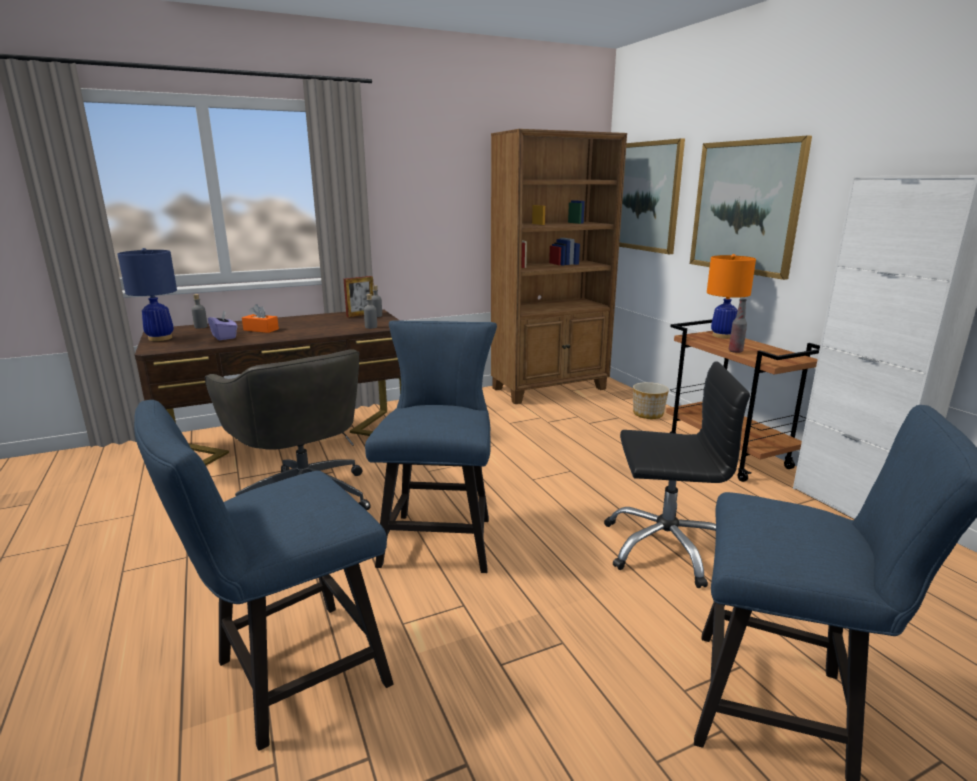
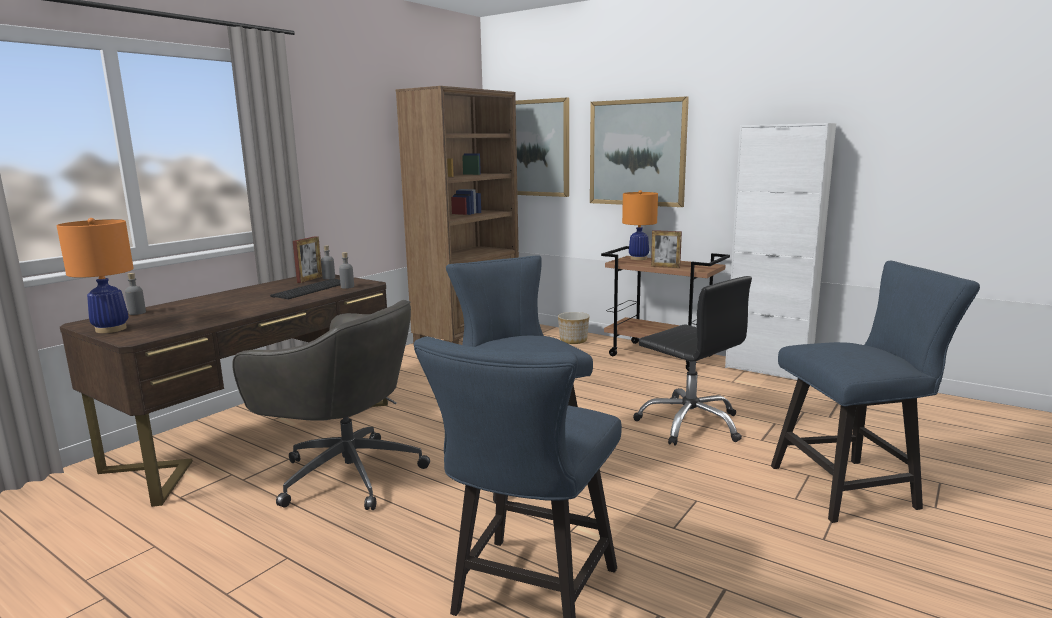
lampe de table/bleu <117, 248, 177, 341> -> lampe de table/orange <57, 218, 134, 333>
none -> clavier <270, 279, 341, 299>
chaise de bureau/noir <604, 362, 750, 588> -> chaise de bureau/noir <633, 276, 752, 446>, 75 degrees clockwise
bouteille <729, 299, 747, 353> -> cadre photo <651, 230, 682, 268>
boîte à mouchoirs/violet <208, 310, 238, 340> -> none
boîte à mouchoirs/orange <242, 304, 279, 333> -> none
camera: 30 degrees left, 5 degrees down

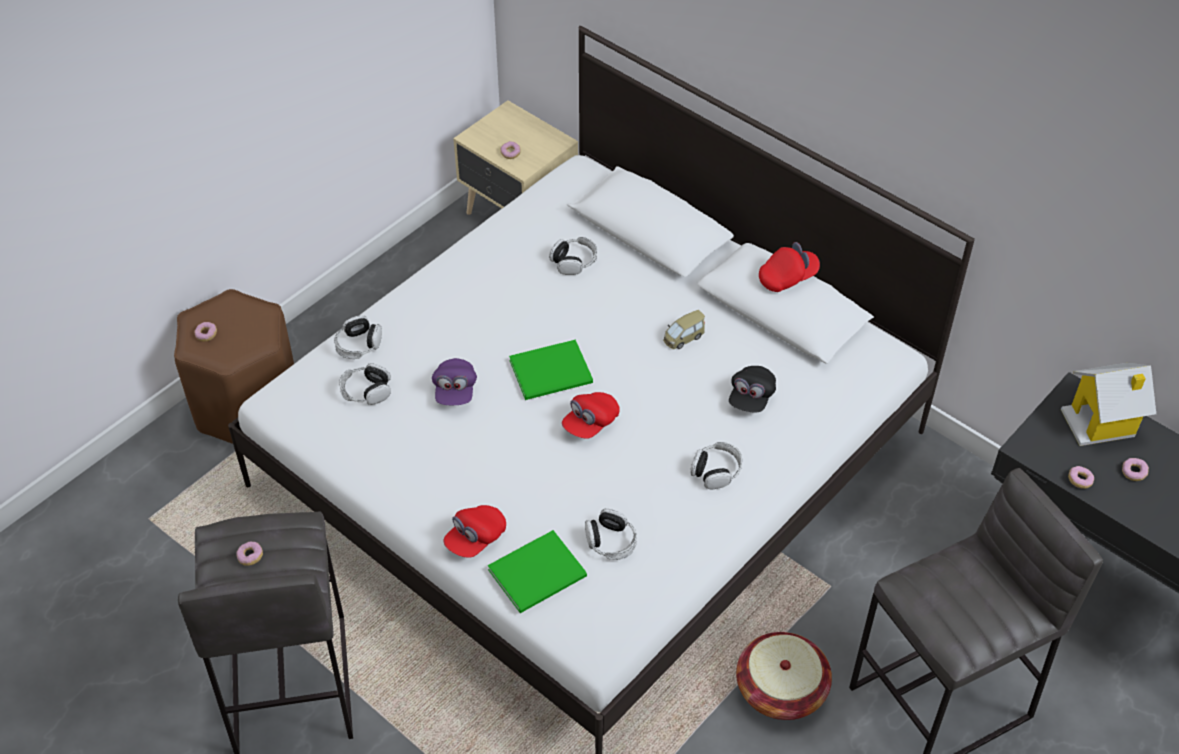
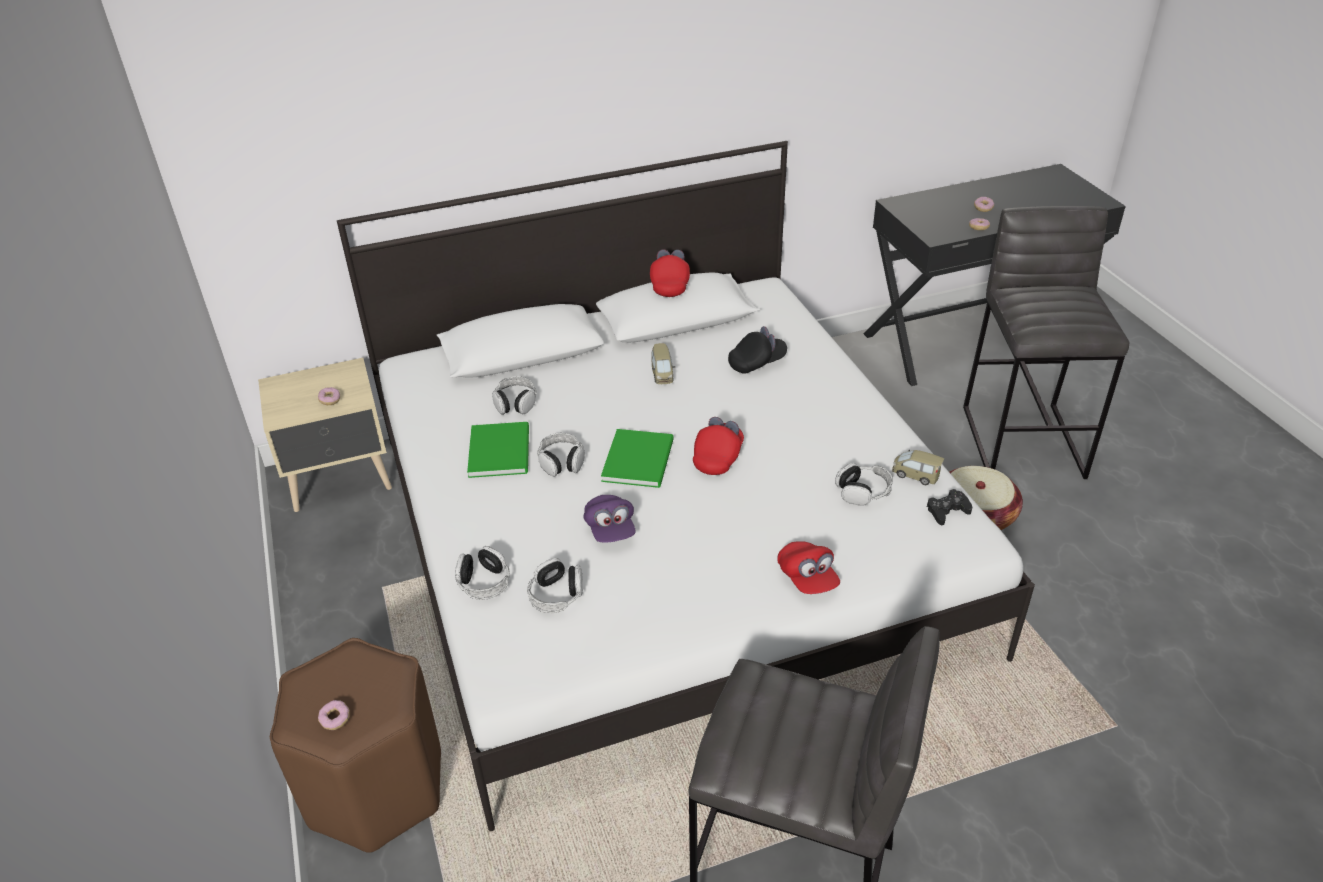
livre/vert <488, 530, 587, 613> -> livre/vert <467, 422, 529, 478>, move
casque audio <691, 442, 742, 489> -> casque audio <537, 433, 585, 477>, move
casquette/violet <432, 358, 477, 405> -> casquette/violet <584, 495, 636, 543>, 45 degrees clockwise
casquette/rouge <562, 392, 620, 439> -> casquette/rouge <693, 417, 744, 475>, 135 degrees counterclockwise
casquette/noir <729, 366, 776, 413> -> casquette/noir <728, 326, 787, 374>, 75 degrees counterclockwise
none -> petite voiture <892, 450, 944, 486>
none -> manette/noir <927, 489, 972, 525>
beignet <236, 541, 263, 566> -> none
maison miniature <1061, 363, 1156, 446> -> none
camera: 60 degrees left, 10 degrees down

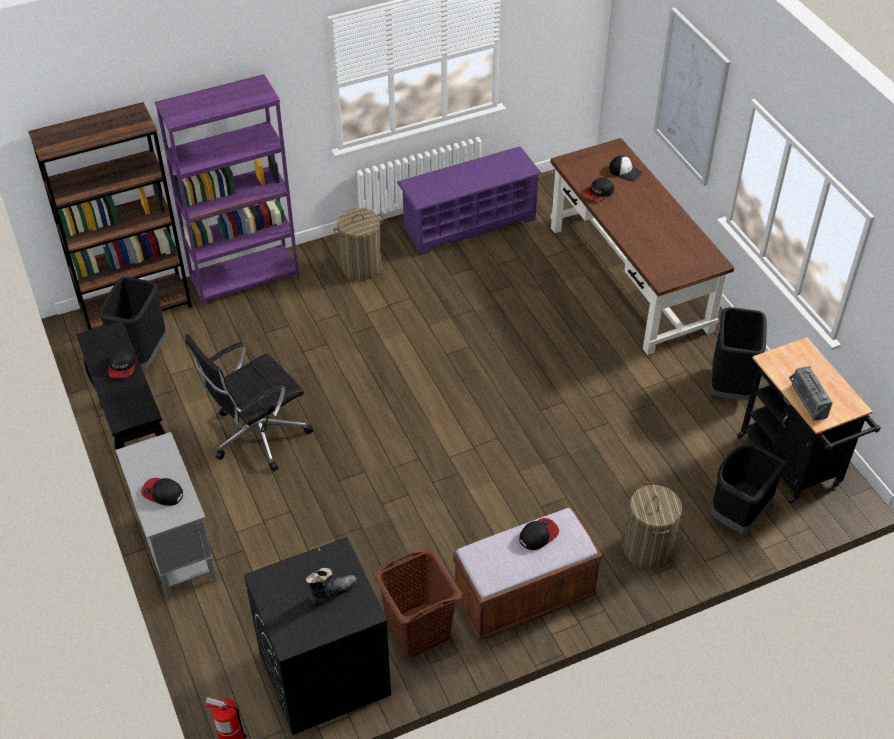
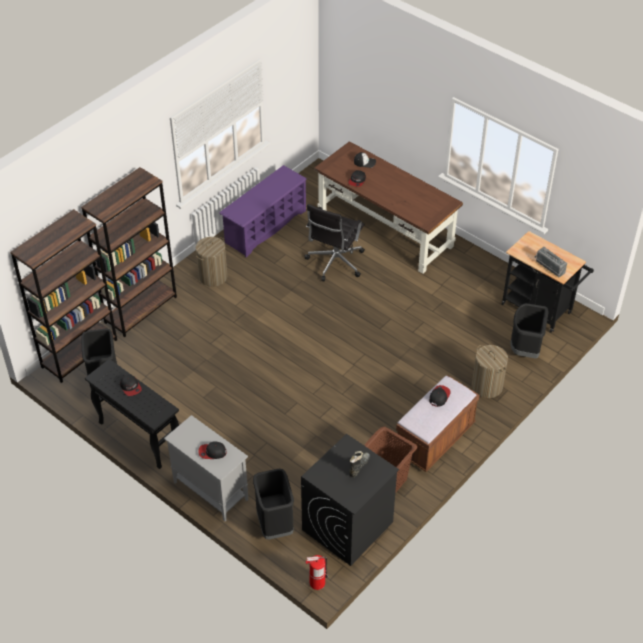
bibliothèque/violet <155, 74, 299, 307> -> bibliothèque/marron <81, 167, 177, 337>
poubelle/noir <711, 307, 767, 400> -> poubelle/noir <253, 469, 294, 540>, move
chaise de bureau/noir <185, 334, 313, 471> -> chaise de bureau/noir <305, 204, 365, 281>, move
tableau <653, 7, 731, 186> -> none
camera: 25 degrees left, 0 degrees up

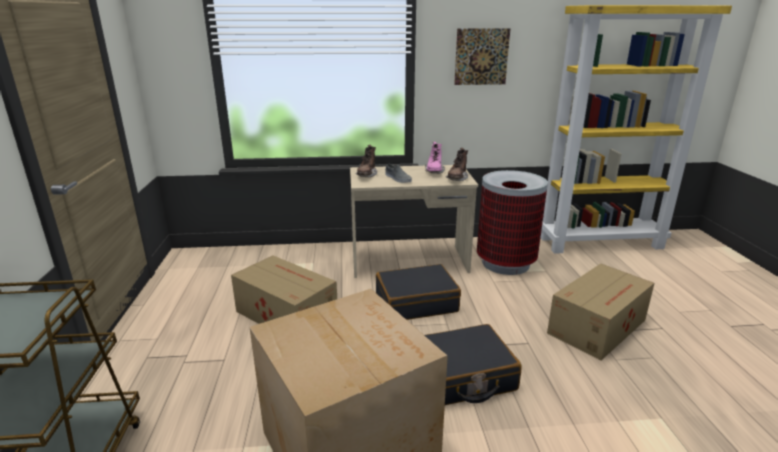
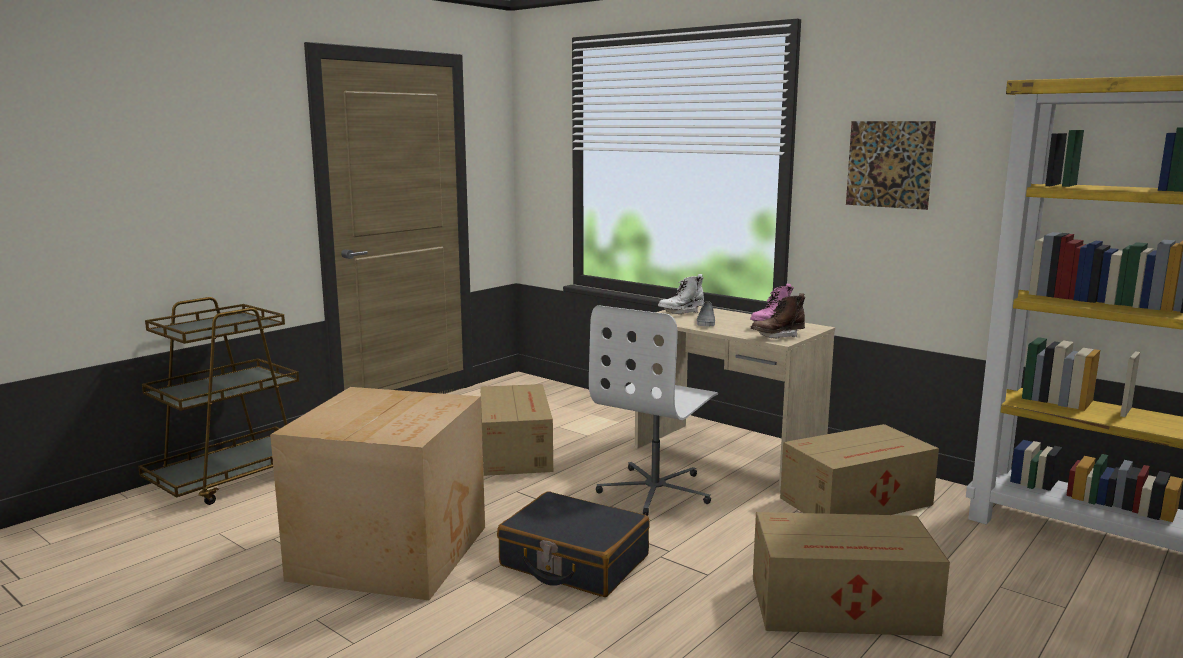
valise/noir <376, 264, 461, 320> -> chaise de bureau/blanc <589, 305, 718, 516>
botte/marron <355, 145, 377, 177> -> botte/blanc <658, 274, 704, 314>
poubelle <477, 170, 548, 275> -> carton <780, 424, 939, 515>
camera: 45 degrees right, 10 degrees down

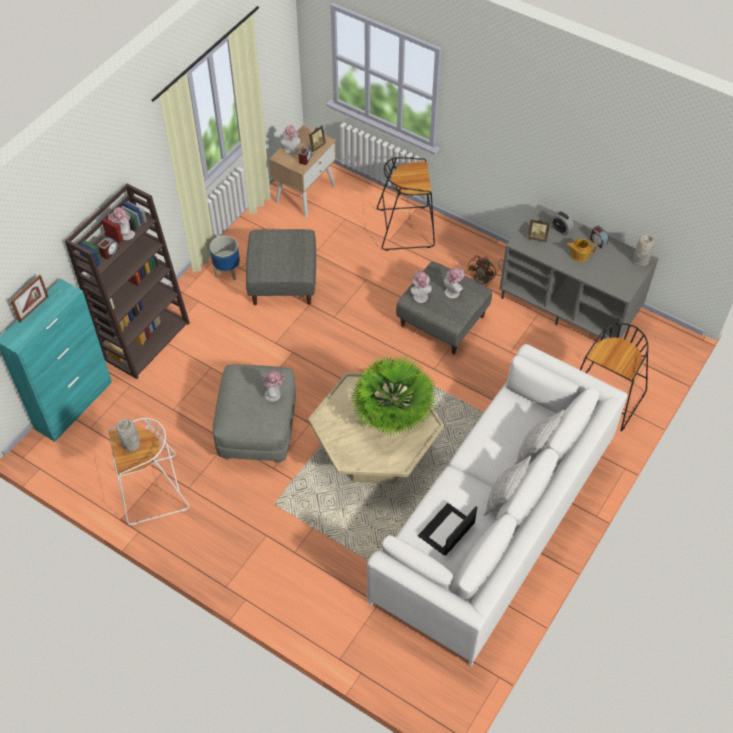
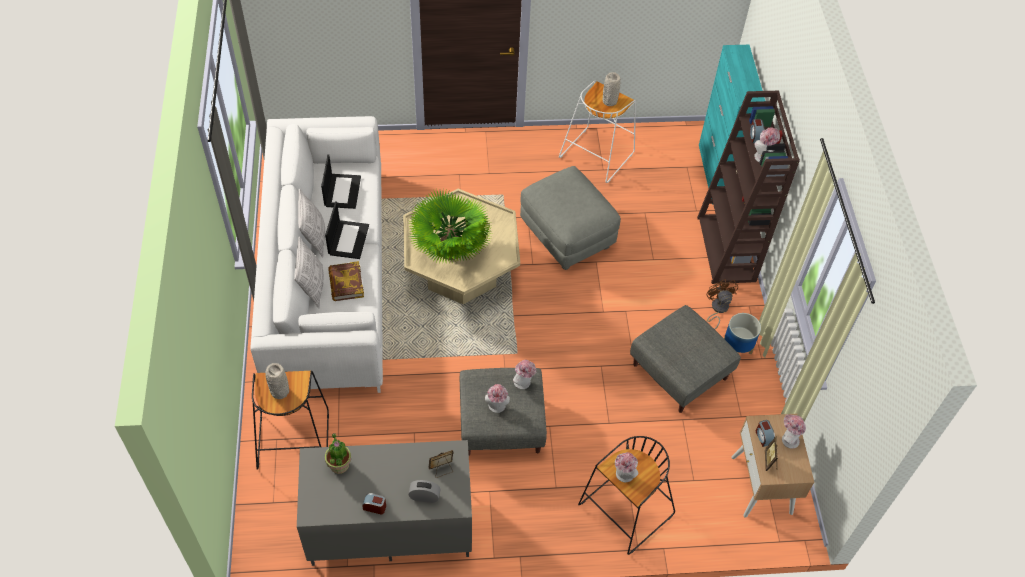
vase/gris <633, 234, 655, 266> -> vase/gris <265, 363, 289, 399>, move
none -> ordinateur portable <325, 201, 369, 259>
none -> plante en pot <325, 433, 351, 474>
none -> livre <328, 261, 364, 301>
chapeau <263, 371, 284, 402> -> chapeau <615, 452, 638, 482>, move
ventilateur/marron <467, 256, 504, 285> -> ventilateur/marron <707, 279, 738, 329>, move
cadre photo <11, 275, 49, 322> -> none
théière <567, 239, 597, 262> -> none
camera: 140 degrees right, 0 degrees up

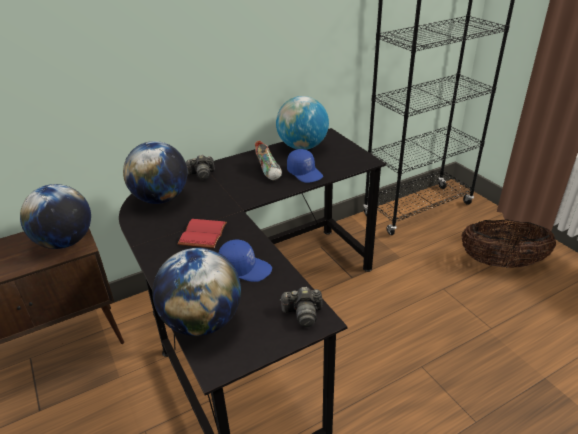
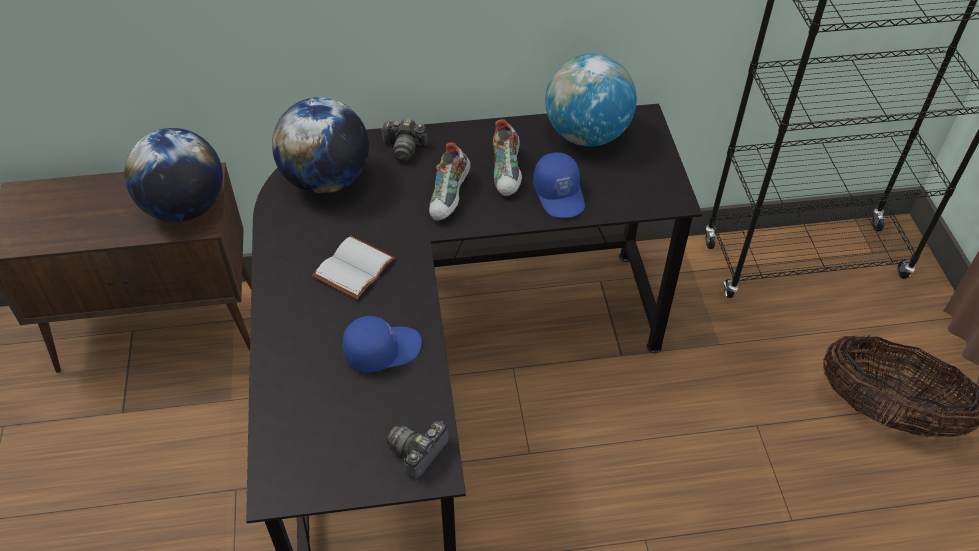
livre/rouge <178, 219, 227, 248> -> livre/blanc <312, 236, 395, 300>
casquette/bleu <219, 240, 272, 282> -> casquette/bleu <342, 316, 422, 373>, 60 degrees counterclockwise
appareil photo <280, 287, 322, 327> -> appareil photo <386, 421, 449, 480>, 105 degrees clockwise
none -> chaussure <429, 143, 471, 221>
globe <152, 248, 241, 336> -> none
camera: 20 degrees right, 15 degrees up

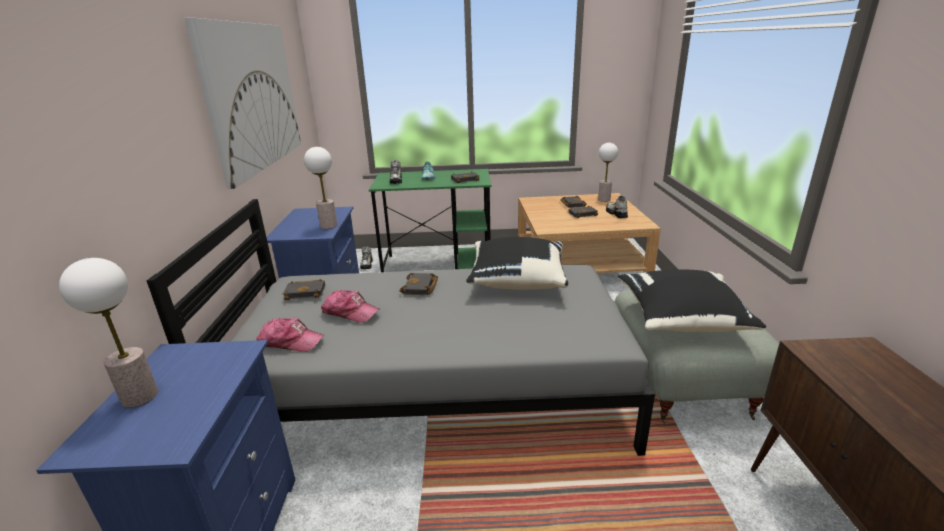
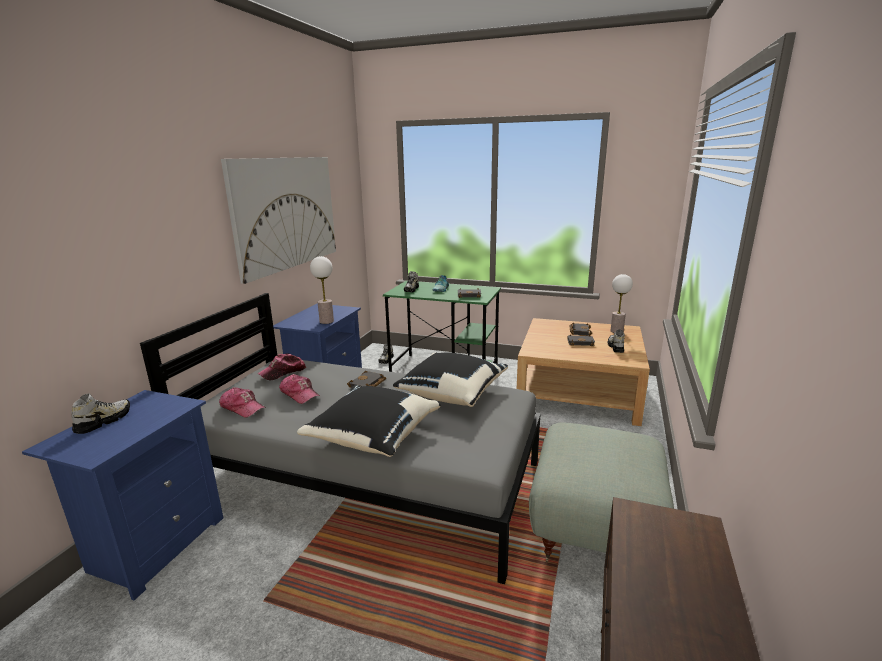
lampe de table <59, 258, 158, 408> -> chaussure <71, 393, 130, 434>
livre/noir <283, 279, 325, 300> -> casquette <258, 354, 306, 380>
coussin/noir <618, 269, 766, 333> -> coussin/noir <297, 385, 440, 457>, move
camera: 20 degrees right, 5 degrees down

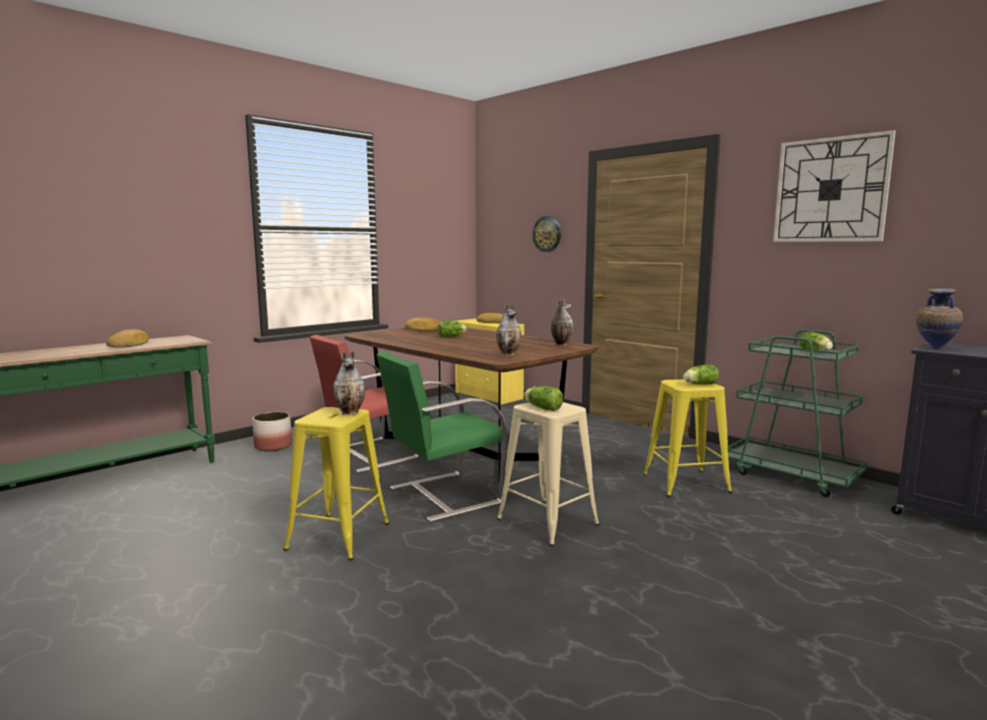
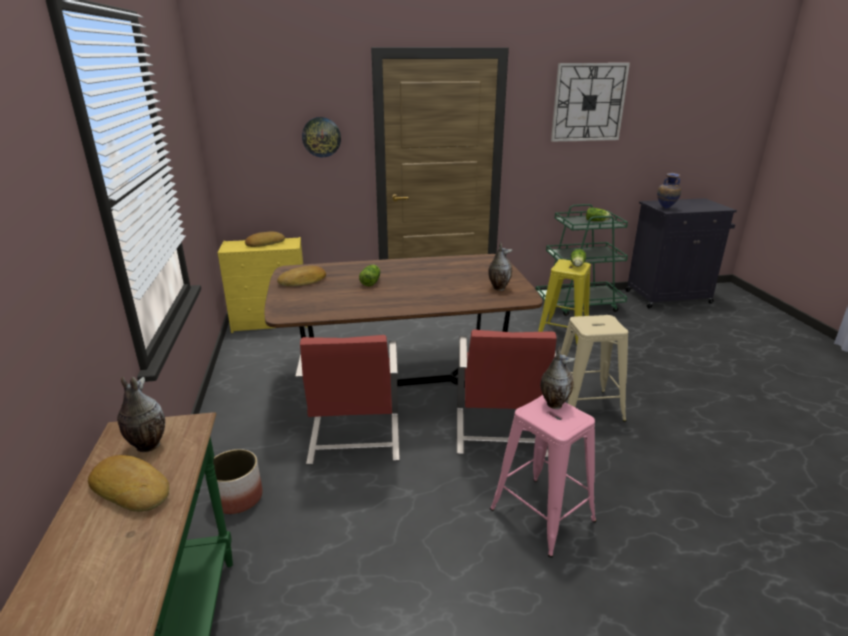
vase <551, 298, 573, 345> -> vase <117, 377, 165, 452>, move
chaise/vert <376, 351, 508, 522> -> chaise/rouge <457, 330, 557, 458>
tabouret/jaune <283, 407, 389, 560> -> tabouret/rose <490, 395, 596, 558>
laitue <524, 386, 563, 411> -> none
camera: 55 degrees left, 15 degrees up

